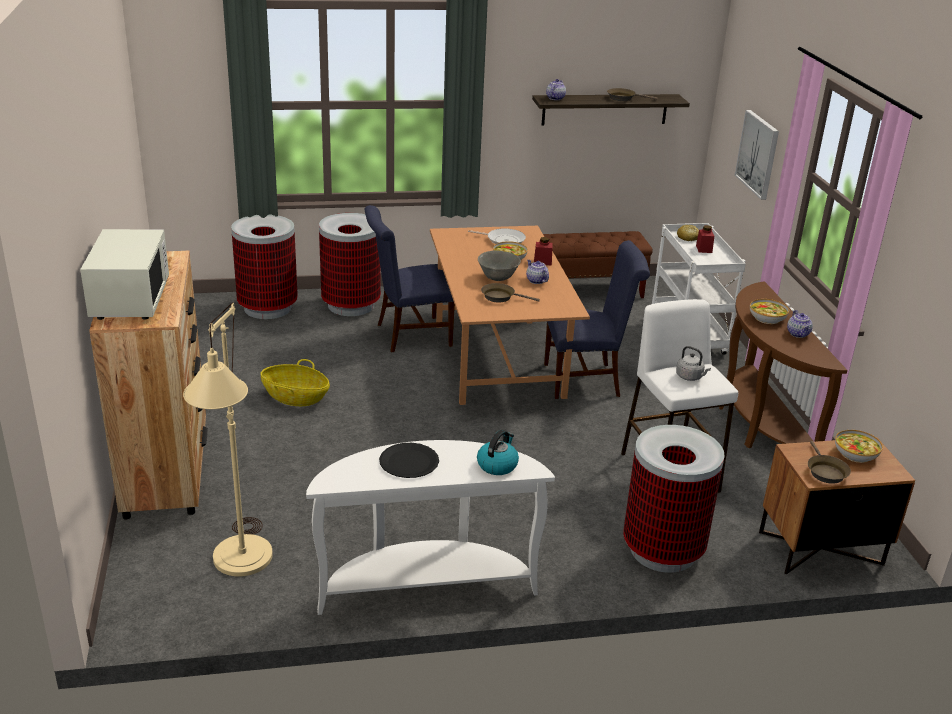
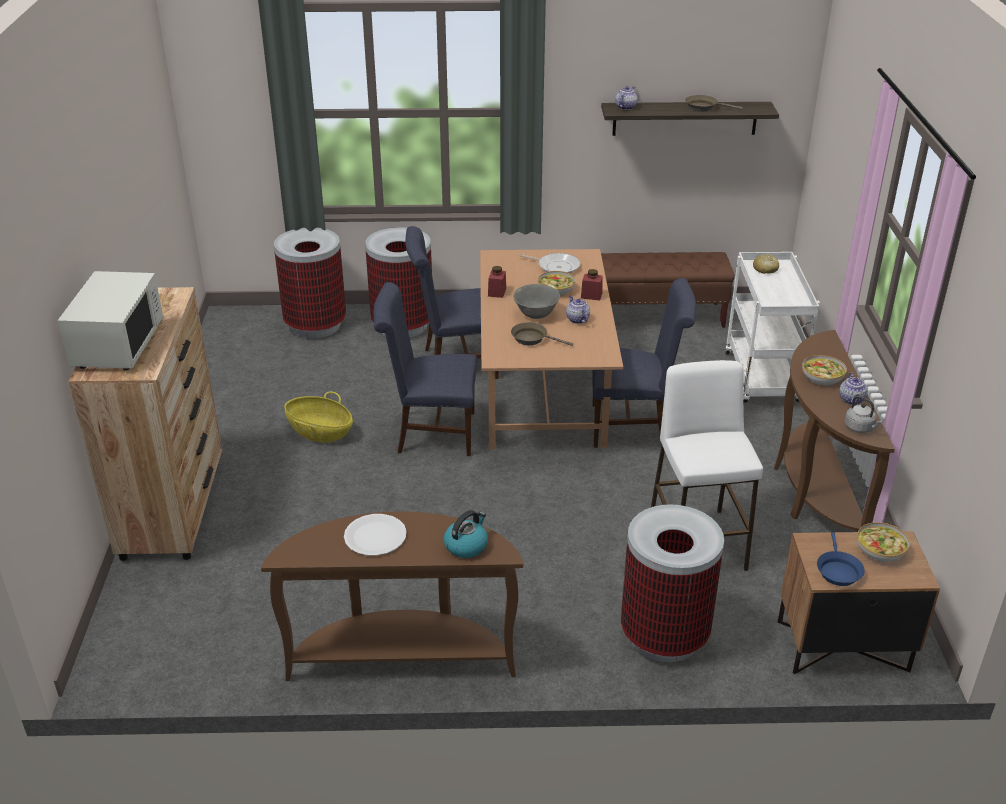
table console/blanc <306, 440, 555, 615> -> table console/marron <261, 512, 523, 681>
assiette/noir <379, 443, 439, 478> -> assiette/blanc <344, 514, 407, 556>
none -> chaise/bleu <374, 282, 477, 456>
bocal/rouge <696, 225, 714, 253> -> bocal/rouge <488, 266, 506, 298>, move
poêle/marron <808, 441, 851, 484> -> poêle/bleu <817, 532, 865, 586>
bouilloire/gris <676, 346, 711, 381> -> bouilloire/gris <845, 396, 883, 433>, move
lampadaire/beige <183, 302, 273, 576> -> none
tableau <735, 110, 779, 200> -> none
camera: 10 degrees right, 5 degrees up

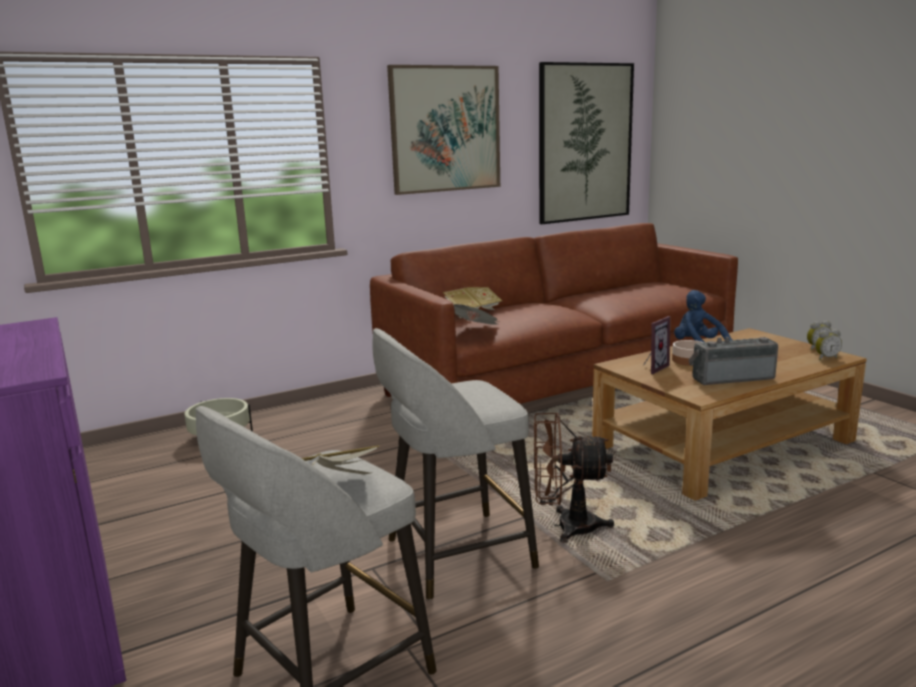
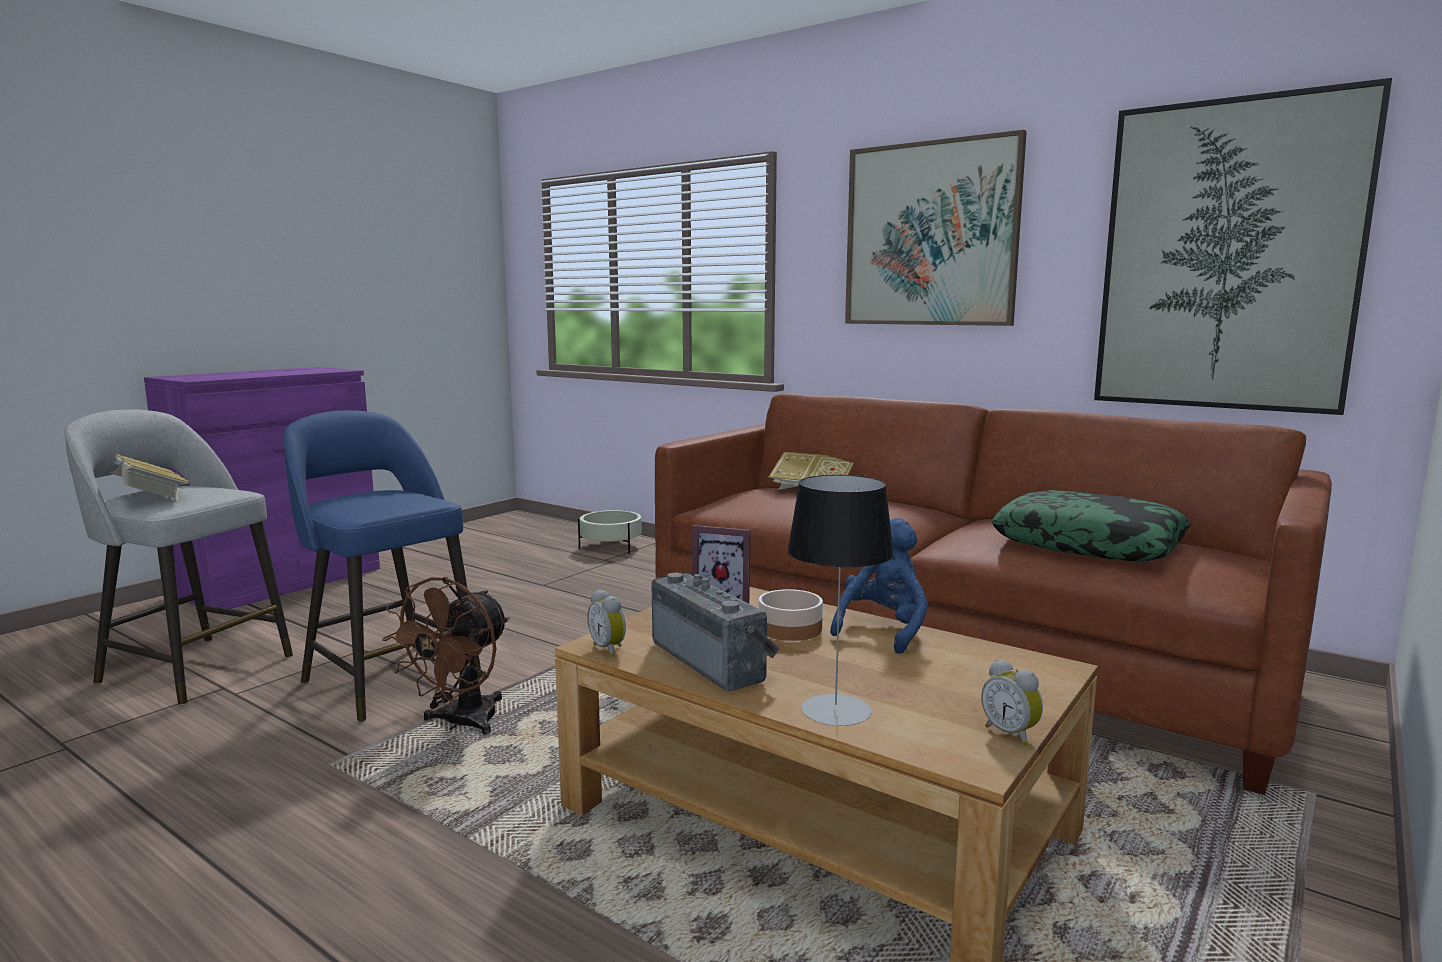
tabouret/gris <373, 328, 539, 600> -> tabouret/bleu <284, 410, 482, 722>
ventilateur/marron <534, 413, 614, 543> -> ventilateur/marron <382, 577, 509, 735>, 135 degrees counterclockwise
réveil <815, 329, 842, 360> -> réveil <587, 589, 626, 657>, move
none -> lampe de table <787, 475, 894, 726>
none -> coussin <991, 490, 1190, 561>
journal <453, 304, 499, 325> -> none
camera: 65 degrees right, 5 degrees down

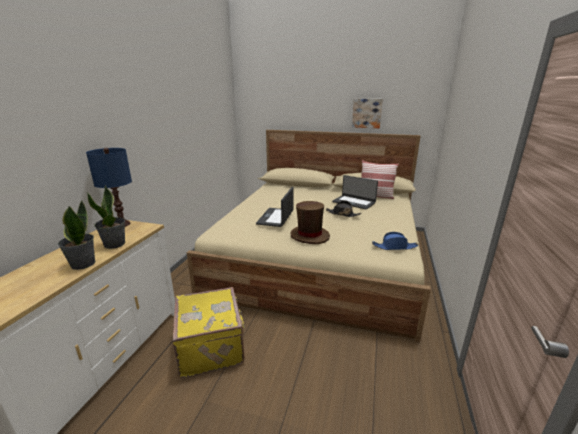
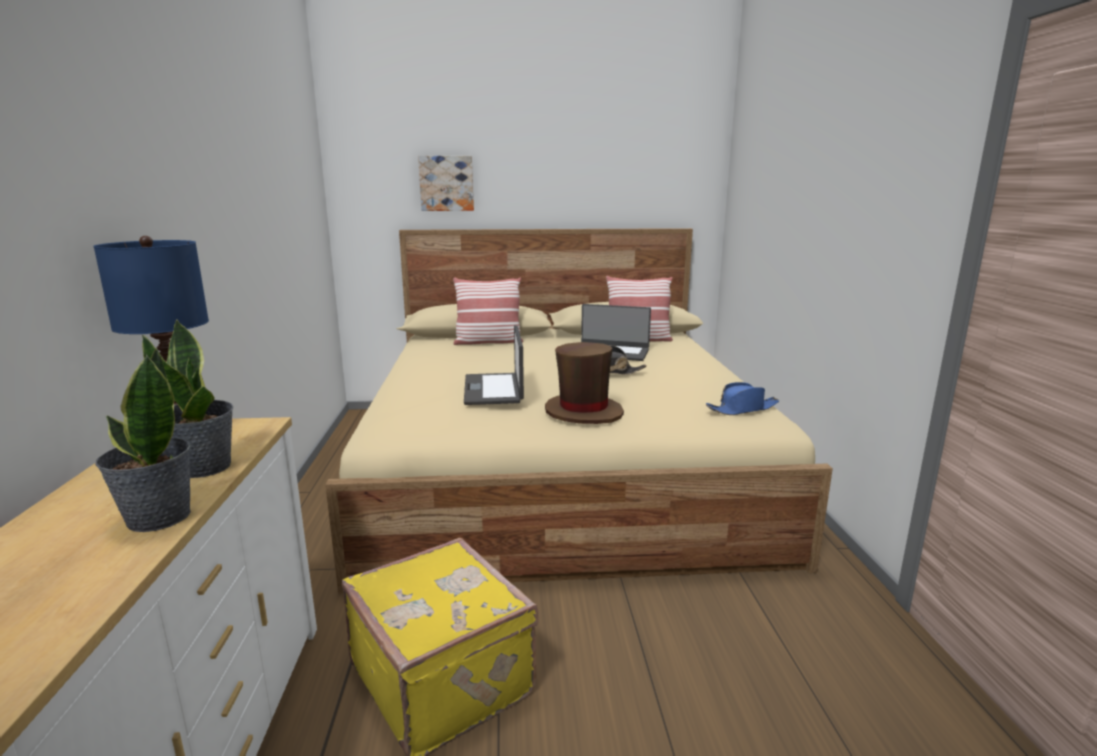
tableau <352, 99, 383, 128> -> tableau <418, 156, 474, 211>, move
none -> coussin <453, 278, 523, 345>
camera: 20 degrees left, 5 degrees down

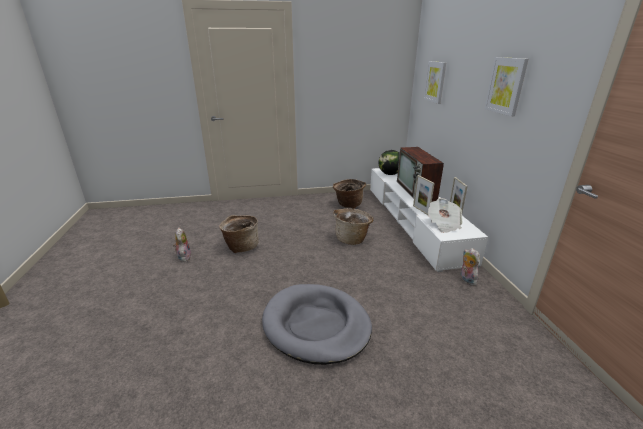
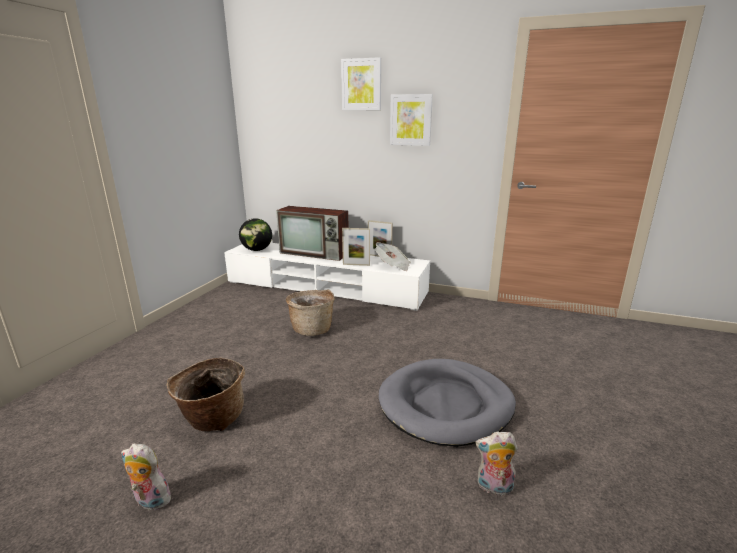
tableau <424, 61, 446, 104> -> tableau <341, 57, 381, 110>, move
peluche <461, 248, 480, 286> -> peluche <476, 432, 518, 495>, move
panier <333, 179, 366, 209> -> none
camera: 60 degrees left, 5 degrees down

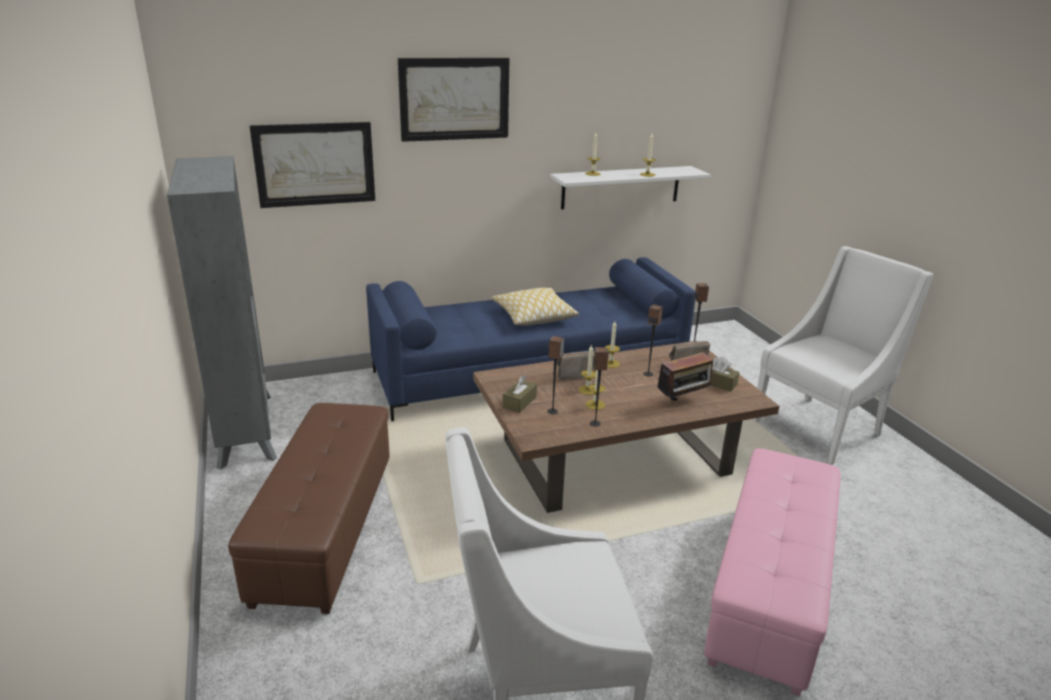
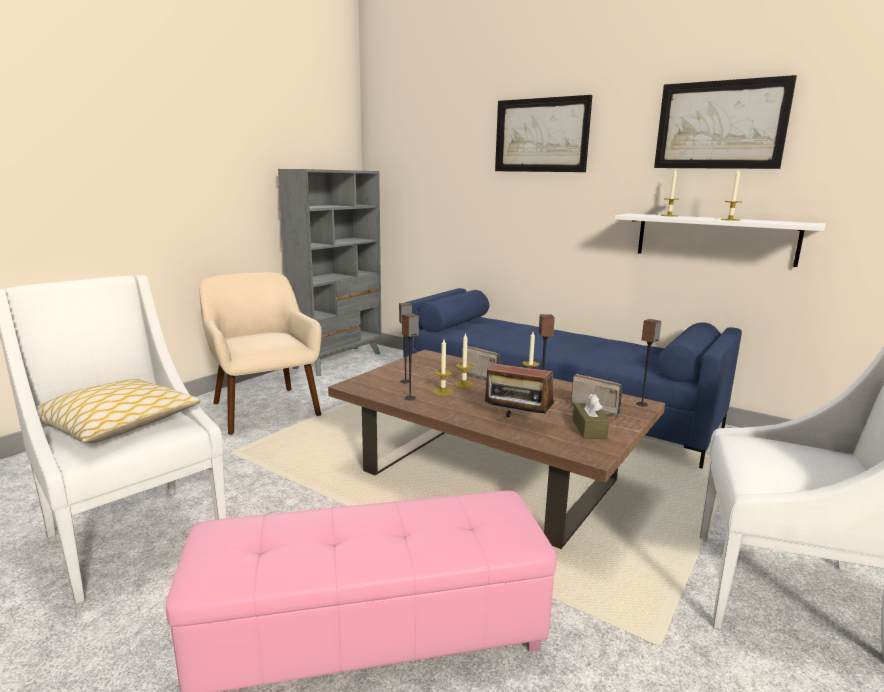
coussin <491, 288, 579, 326> -> coussin <36, 379, 201, 443>, move
pouf/marron <228, 403, 390, 614> -> fauteuil/beige <199, 272, 322, 435>
tableau <250, 122, 375, 208> -> tableau <654, 75, 797, 169>, move
boîte à mouchoirs/marron <503, 375, 537, 413> -> none
camera: 55 degrees right, 10 degrees down

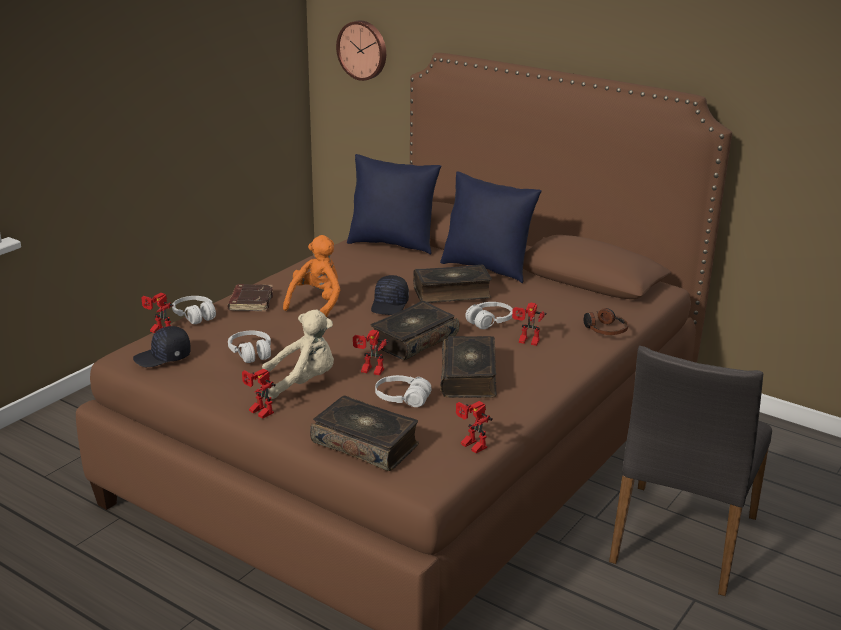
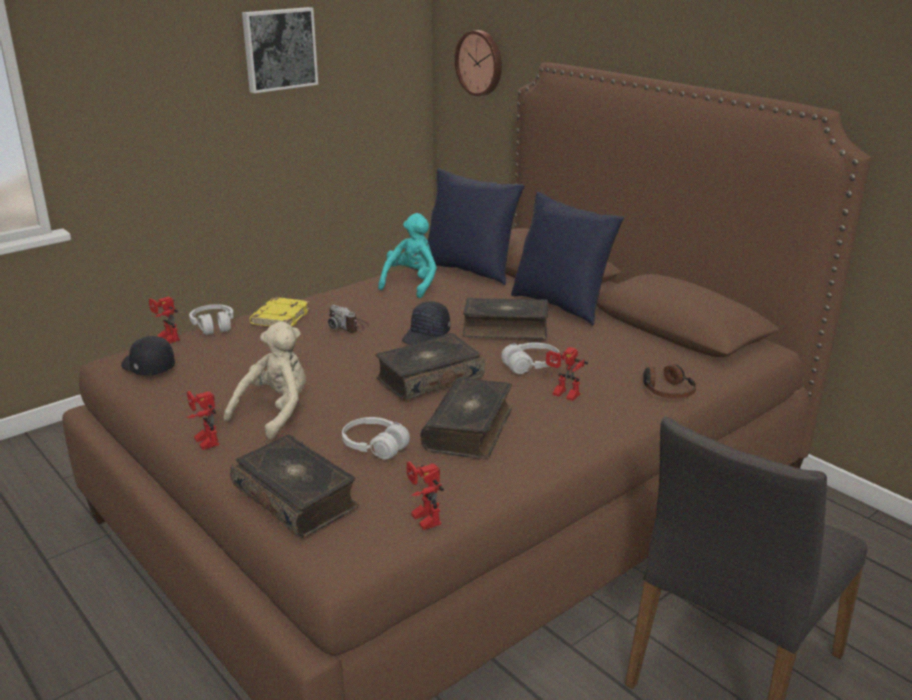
casquette/noir <133, 326, 191, 367> -> casquette/noir <121, 336, 175, 375>, 45 degrees clockwise
peluche/beige <262, 310, 334, 399> -> peluche/beige <224, 321, 306, 440>, 60 degrees counterclockwise
none -> tableau <242, 7, 318, 93>
livre/marron <228, 284, 273, 312> -> livre/jaune <249, 297, 310, 326>
peluche/orange <283, 235, 340, 317> -> appareil photo <328, 305, 369, 333>
none -> peluche/turquoise <378, 213, 437, 298>
casque audio/blanc <228, 331, 271, 363> -> none
robot jouet <353, 330, 389, 375> -> none
camera: 15 degrees right, 0 degrees up

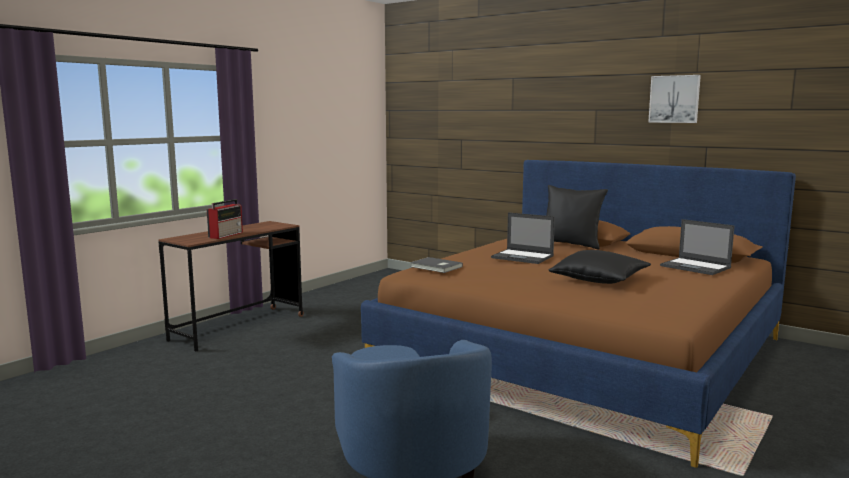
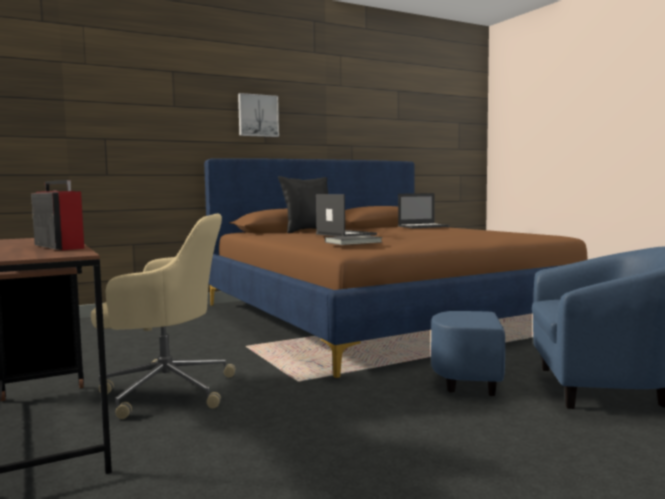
none -> chaise de bureau/beige <91, 214, 236, 419>
tableau <648, 75, 701, 123> -> tableau <238, 93, 279, 137>, move
ordinateur portable <491, 212, 555, 264> -> ordinateur portable <316, 194, 377, 237>, 90 degrees counterclockwise
coussin/noir <549, 250, 651, 284> -> none
camera: 65 degrees left, 5 degrees down

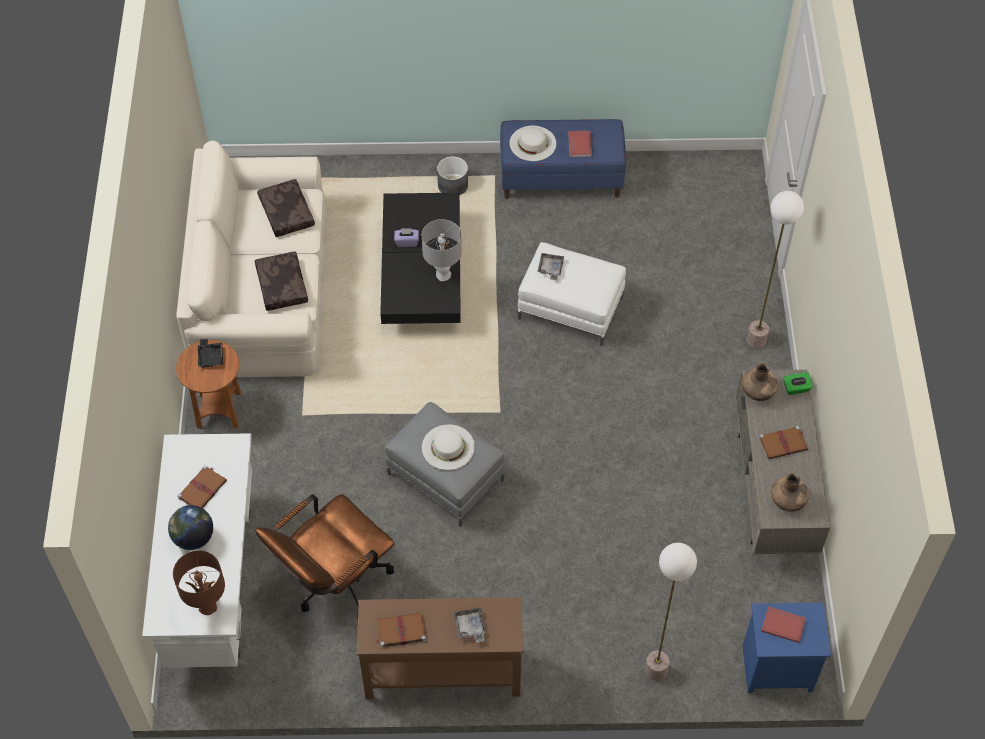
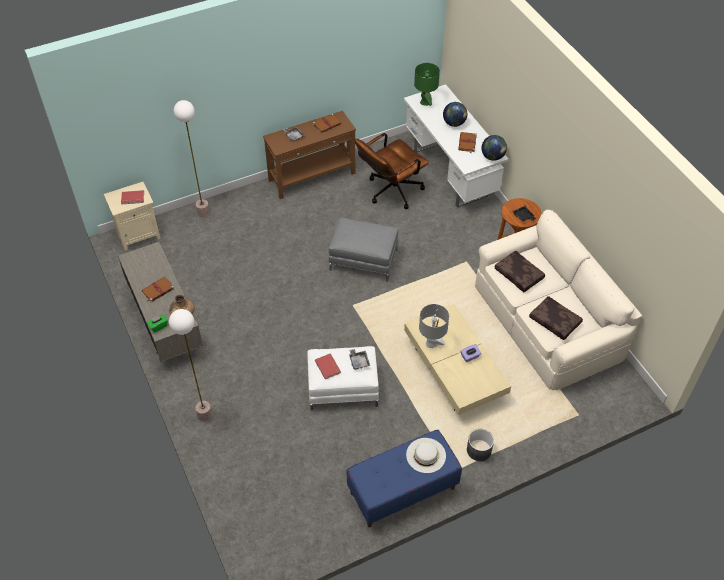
table de chevet/bleu <743, 603, 831, 693> -> table de chevet/beige <104, 182, 161, 251>
livre/rouge <568, 131, 592, 157> -> livre/rouge <315, 353, 341, 379>, move
chaise de bureau/marron <255, 494, 394, 612> -> chaise de bureau/marron <355, 133, 429, 209>, 150 degrees counterclockwise
table basse/noir <380, 193, 461, 324> -> table basse/beige <404, 304, 511, 415>
lampe de table/marron <173, 551, 225, 615> -> lampe de table/vert <414, 63, 440, 106>
none -> globe <481, 135, 507, 161>
chapeau/blanc <422, 424, 475, 470> -> none
vase/marron <771, 473, 809, 512> -> none
camera: 155 degrees right, 5 degrees down

